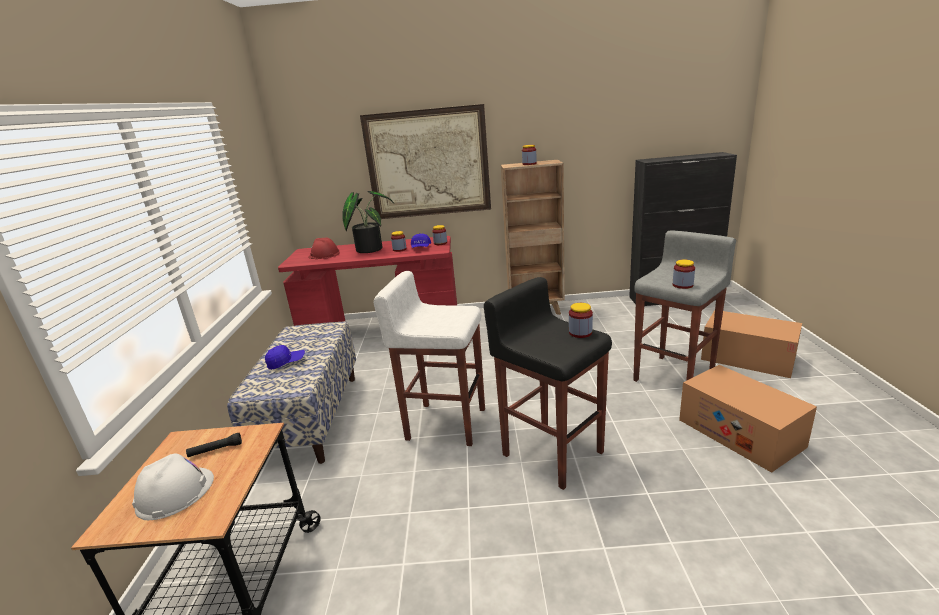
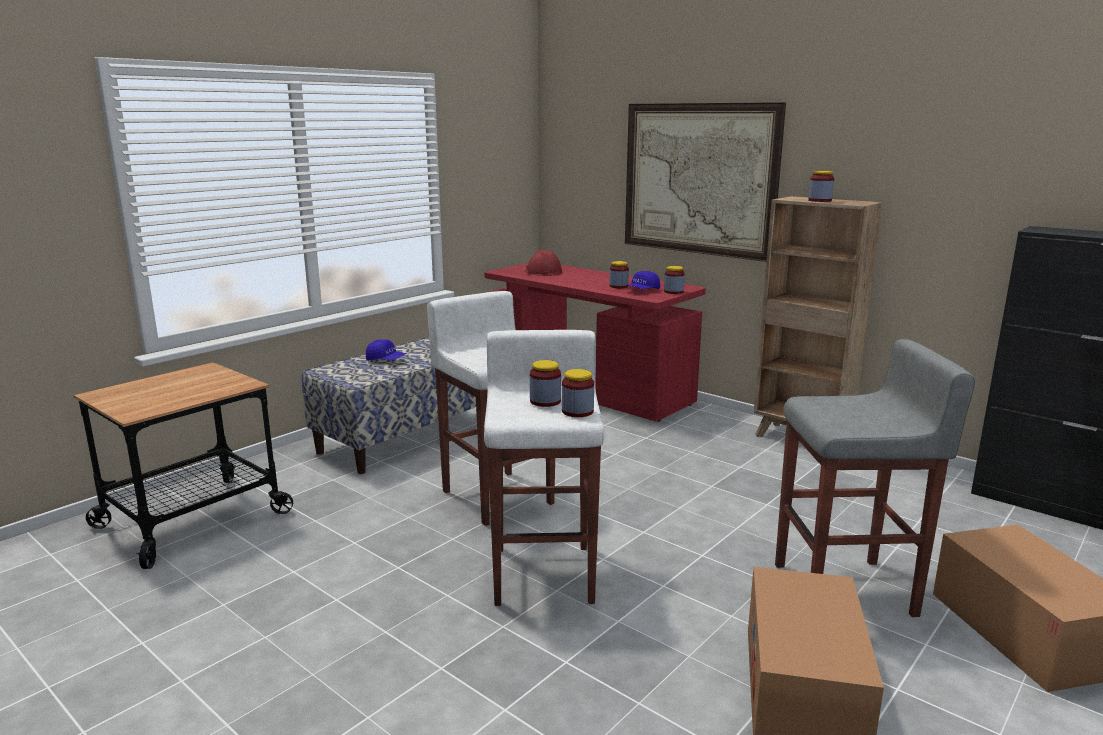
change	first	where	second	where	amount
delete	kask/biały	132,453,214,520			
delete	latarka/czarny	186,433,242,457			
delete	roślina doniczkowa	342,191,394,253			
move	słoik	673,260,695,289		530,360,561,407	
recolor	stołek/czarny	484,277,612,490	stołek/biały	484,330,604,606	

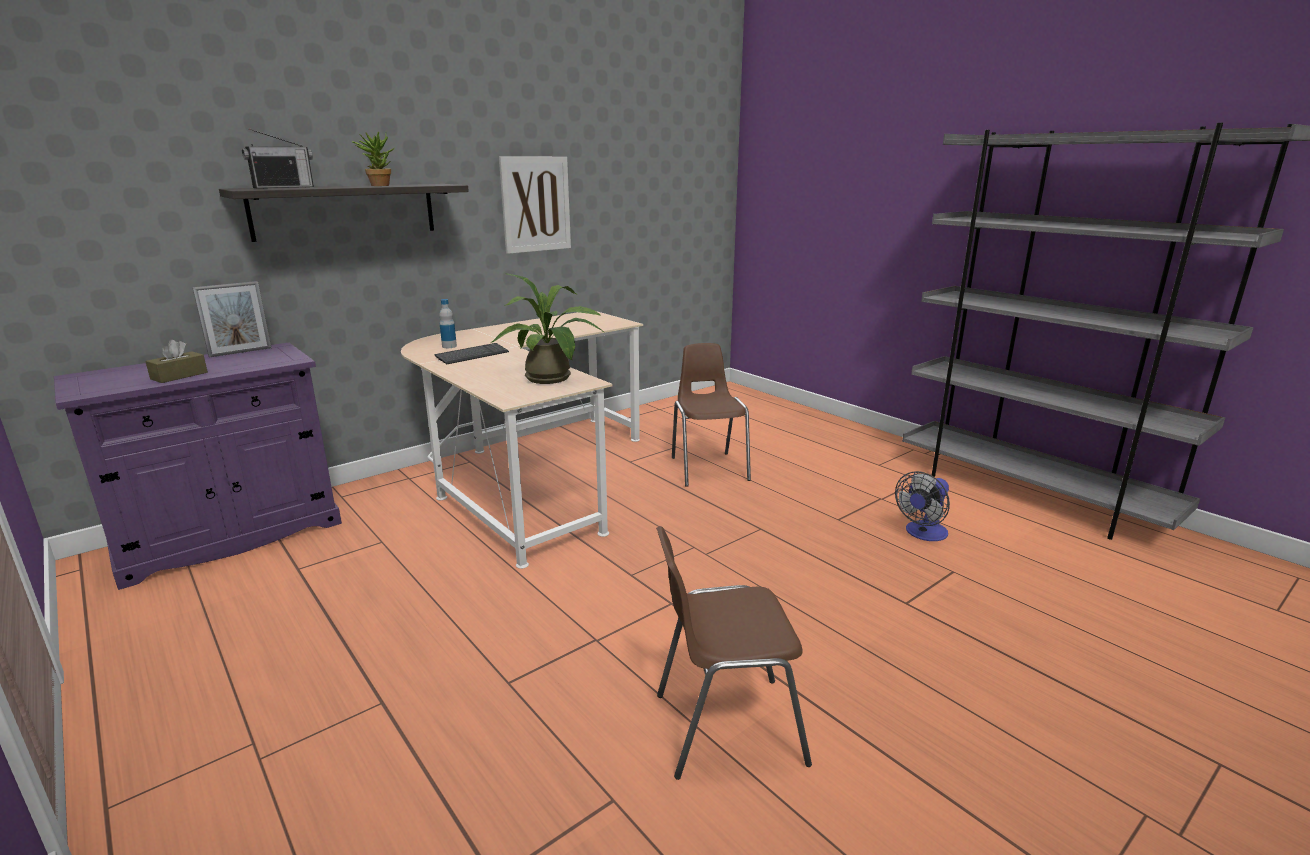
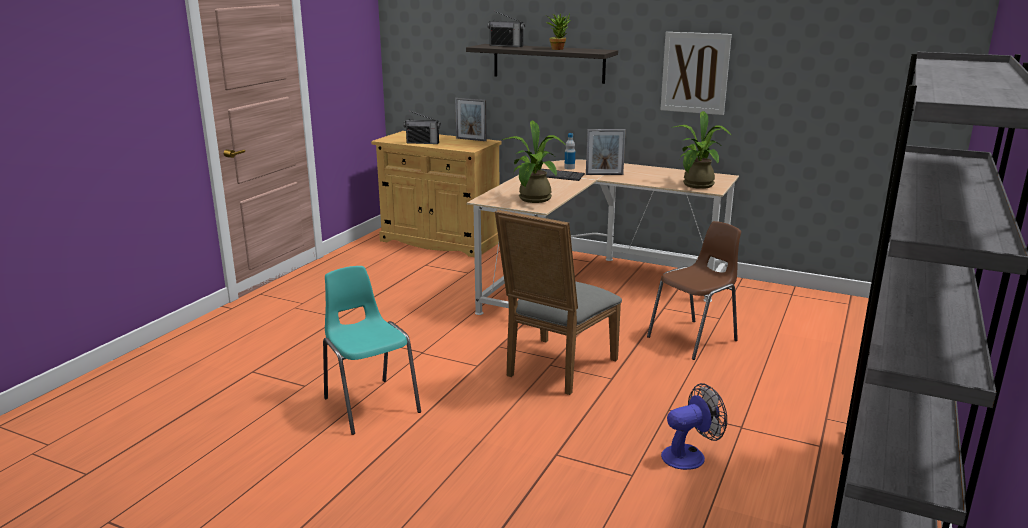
change	first	where	second	where	amount
insert			krzesło/szary	495,209,622,395	
insert			ramka na zdjęcie	586,129,626,175	
insert			roślina doniczkowa	671,111,732,189	
replace	pudełko chusteczek/brązowy	145,340,208,383	radio	403,111,441,144	
recolor	szafka/fioletowy	54,343,342,590	szafka/beżowy	371,131,502,257	
recolor	krzesło/brązowy	656,526,812,780	krzesło/turkusowy	323,266,421,435	
rotate	wentylator	895,471,950,541		661,383,727,470	135 degrees clockwise

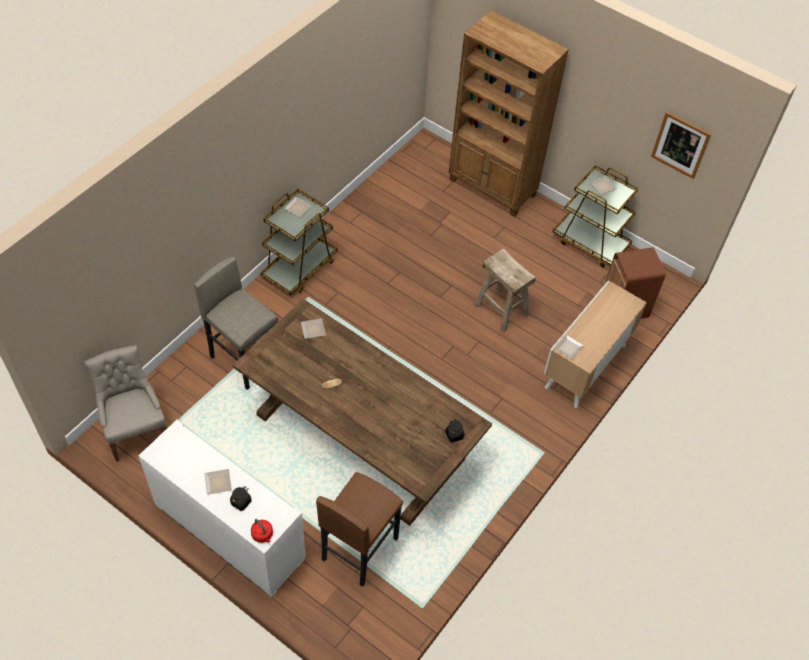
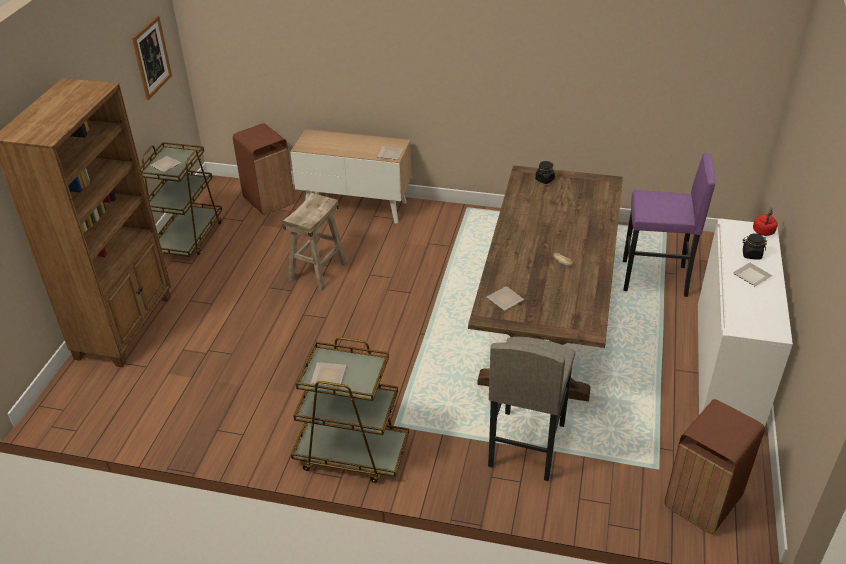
change	first	where	second	where	amount
replace	krzesło/szary	84,345,166,462	kosz na śmieci/brązowy	665,399,765,534	
recolor	stołek/brązowy	316,472,403,587	stołek/fioletowy	623,153,715,297	

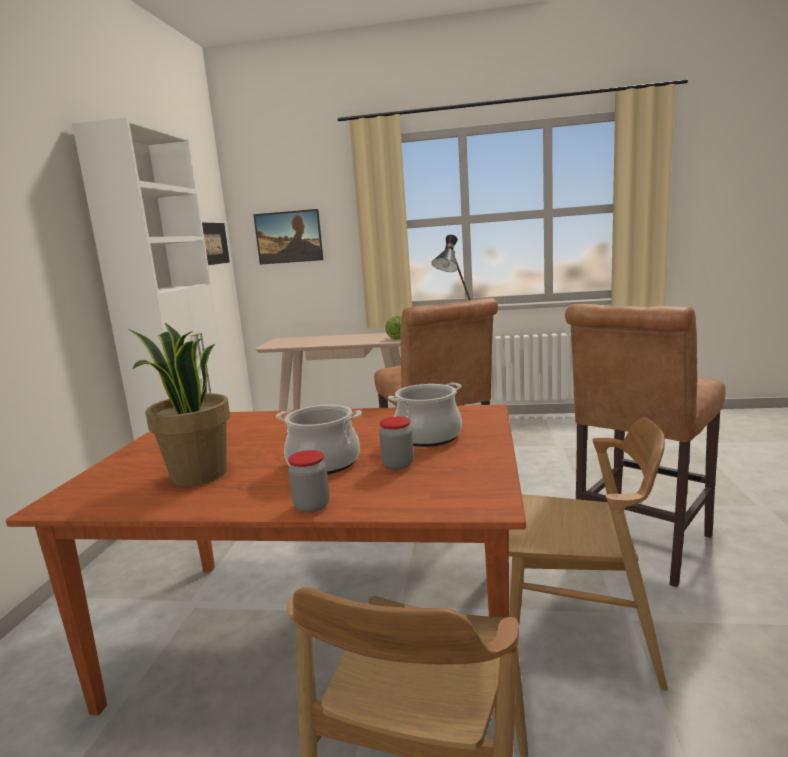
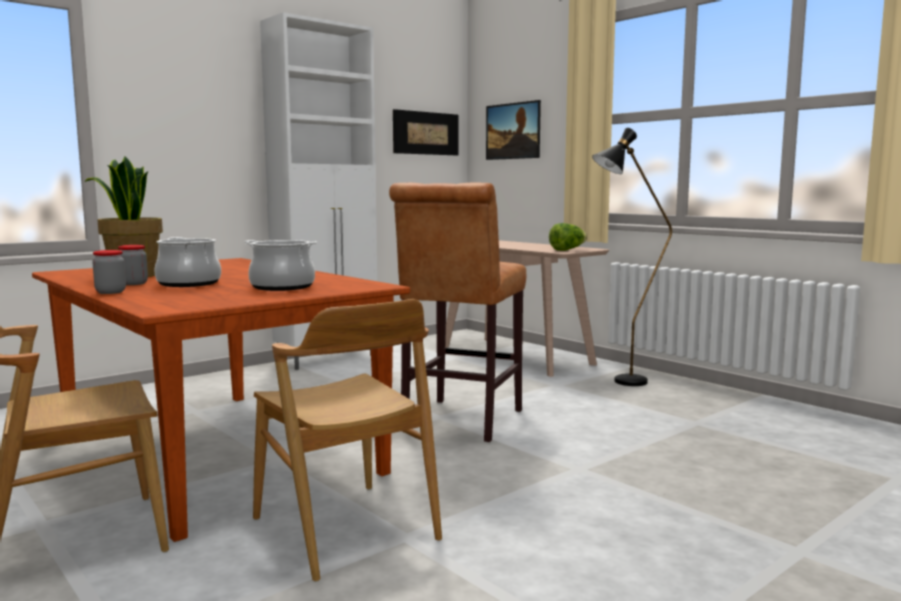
change	first	where	second	where	amount
delete	stołek/brązowy	565,304,726,587			
move	słoik	379,416,414,470		118,245,148,285	

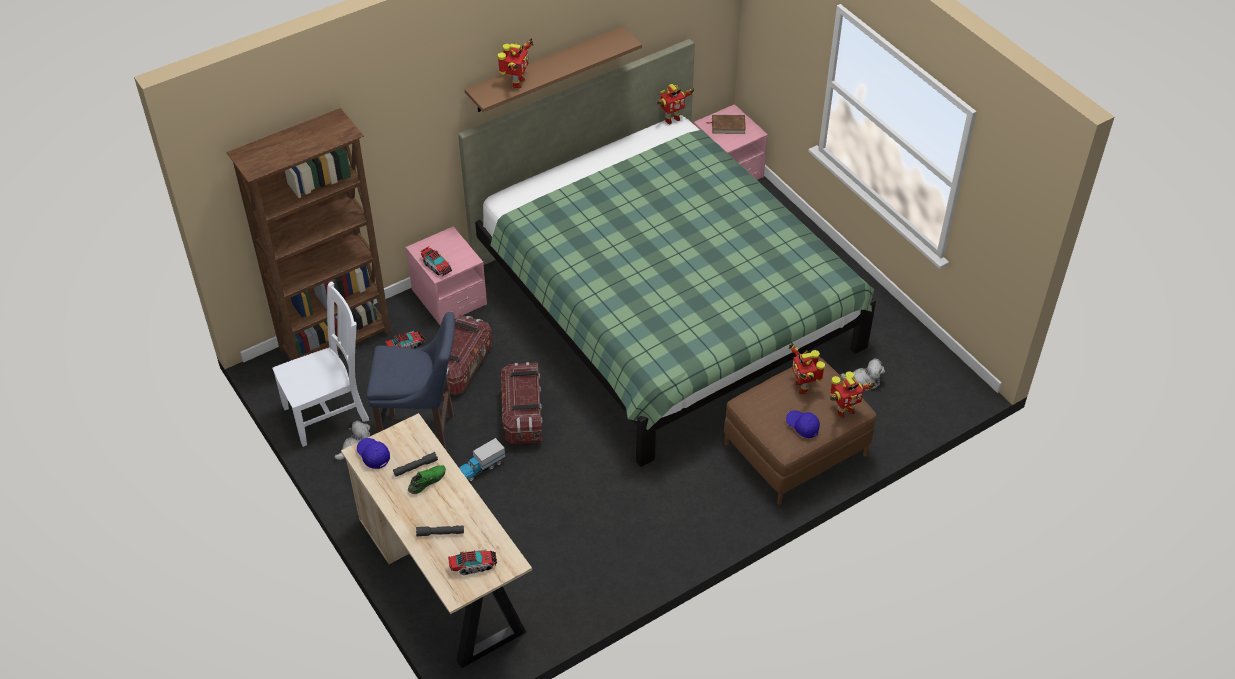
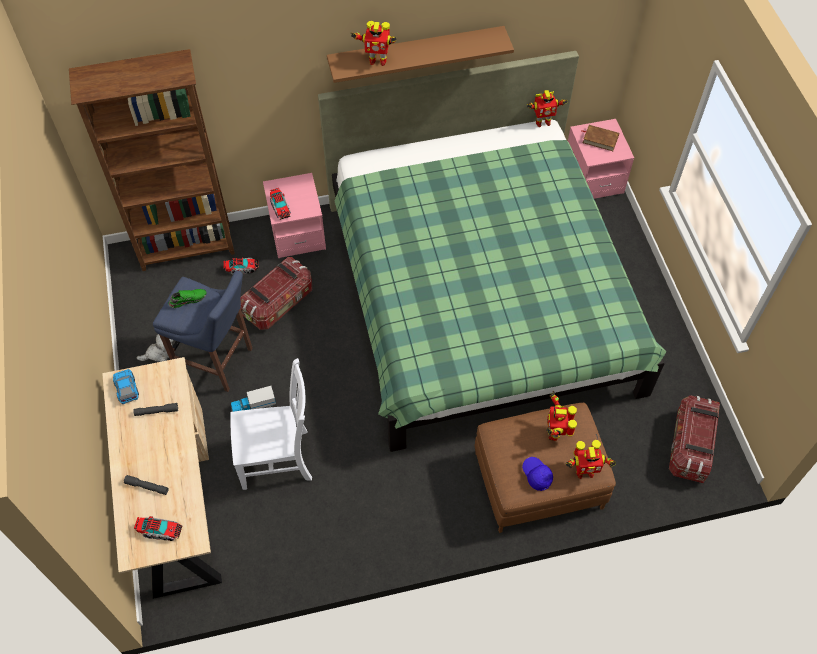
change	first	where	second	where	amount
delete	pluszak	841,358,885,391			
move	krzesło/biały	272,281,369,447		230,358,312,490	
move	but/zielony	408,465,446,494		168,289,206,308	
move	pojemnik do przechowywania	501,362,543,444		669,395,720,483	
replace	czapka z daszkiem/niebieski	357,438,390,469	samochodzik	113,369,139,404	
rotate	robot zabawkowy	498,38,533,88		351,21,397,66	60 degrees clockwise

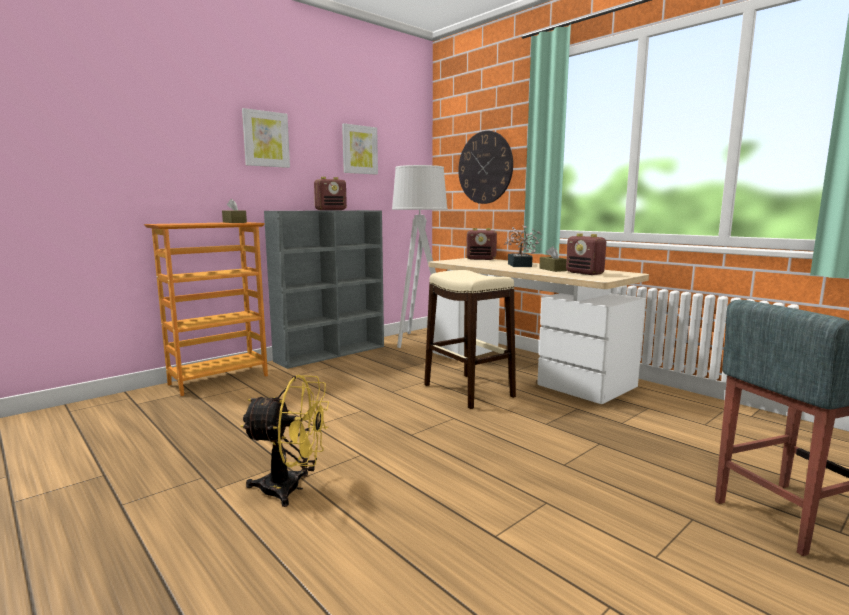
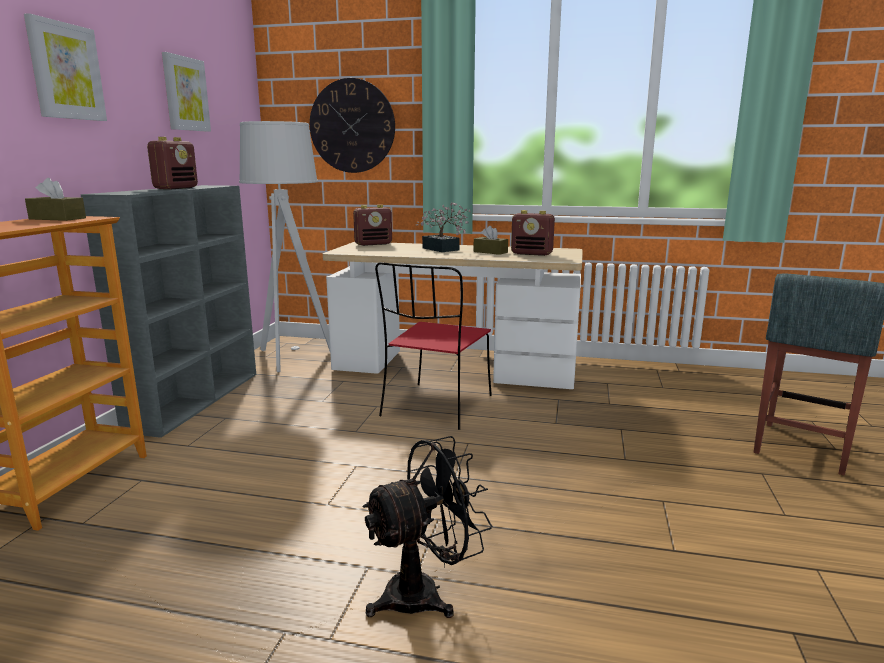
change	first	where	second	where	amount
replace	stołek/beżowy	424,270,516,409	krzesło/czerwony	375,262,492,430	
recolor	wentylator/żółty	240,375,329,507	wentylator/czarny	362,436,492,618	

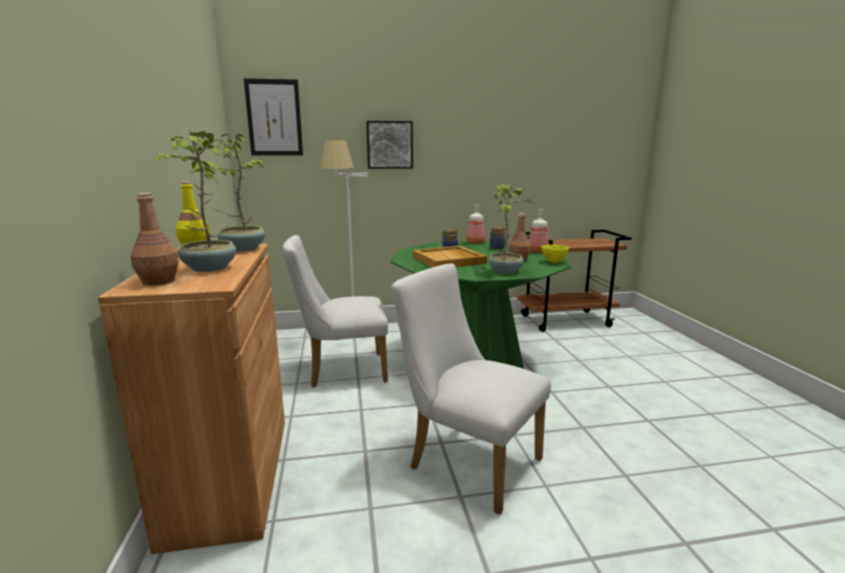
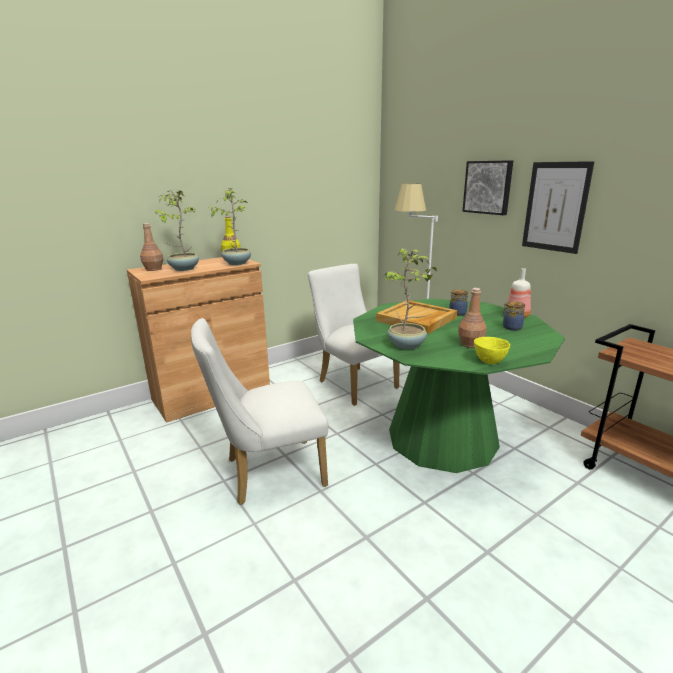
change	first	where	second	where	amount
delete	butelka	529,209,549,253			
move	obraz	244,78,303,156		522,161,595,254	
rotate	krzesło/biały	392,264,551,515		191,318,328,505	120 degrees counterclockwise

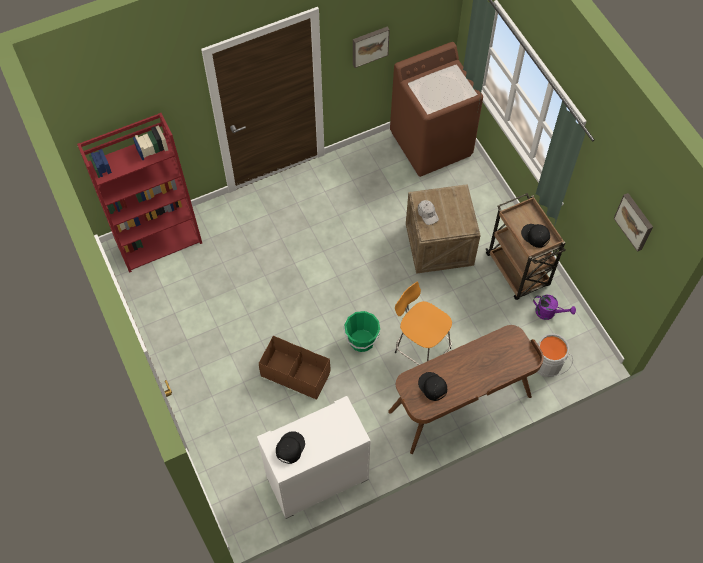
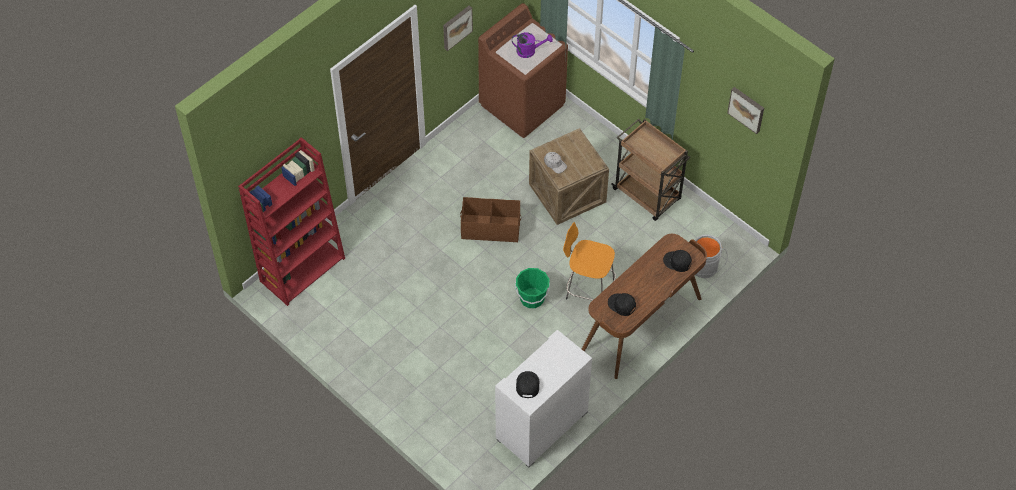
change	first	where	second	where	amount
move	pojemnik do przechowywania/brązowy	259,336,330,400		460,197,521,243	
move	czapka z daszkiem/czarny	521,224,550,248		663,250,692,272	
move	konewka/fioletowy	533,295,576,320		512,32,553,58	

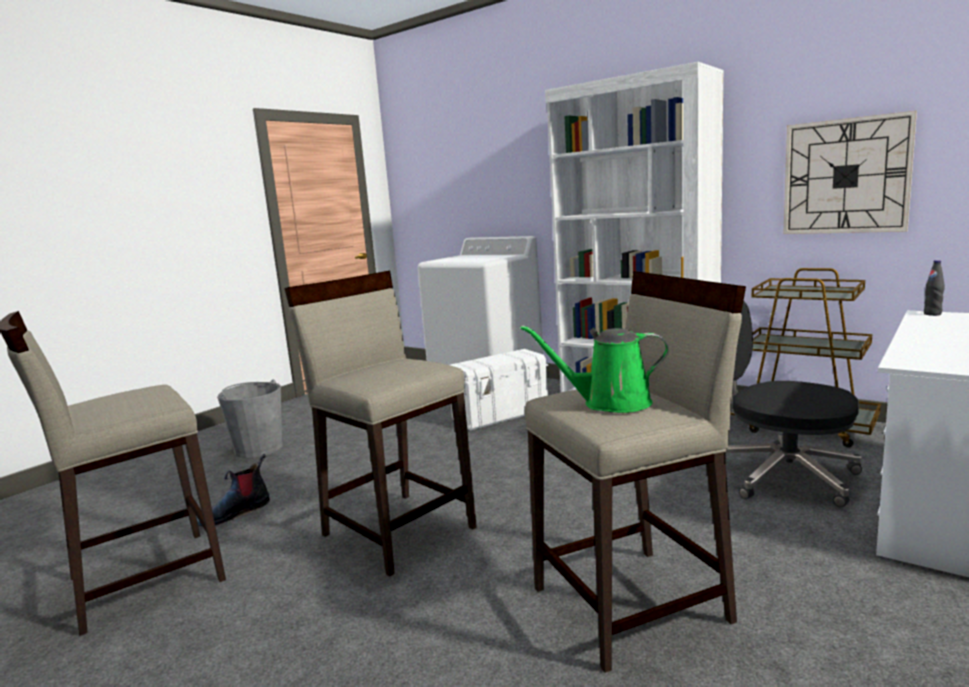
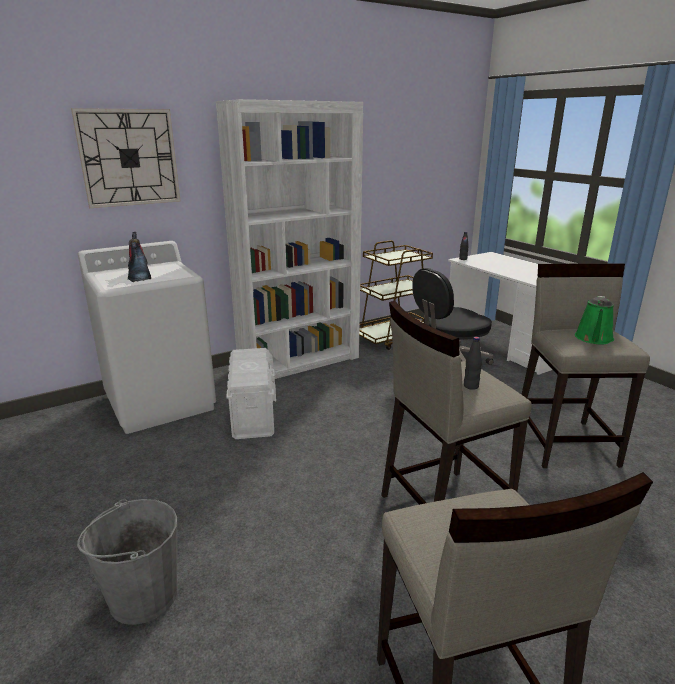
change	first	where	second	where	amount
insert			butelka/czarny	464,337,482,390	
move	but z cholewką	196,454,270,526		128,232,151,282	
move	zegar ścienny	783,110,917,234		71,108,180,208	

